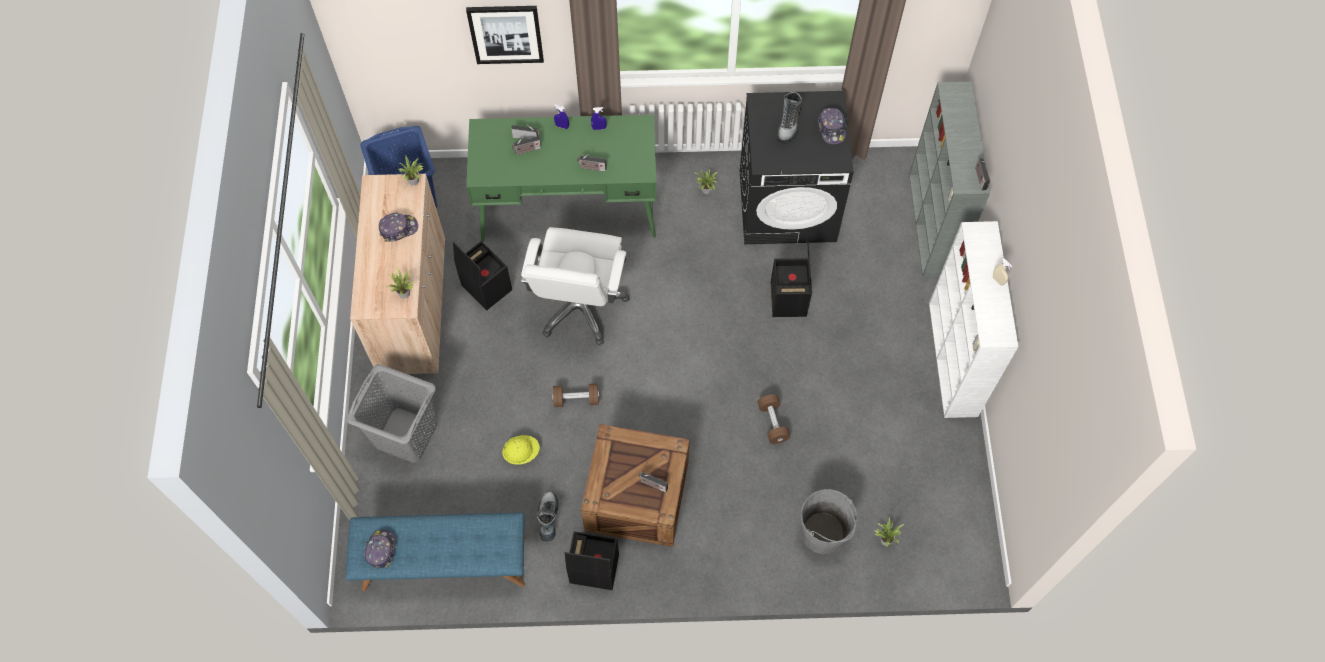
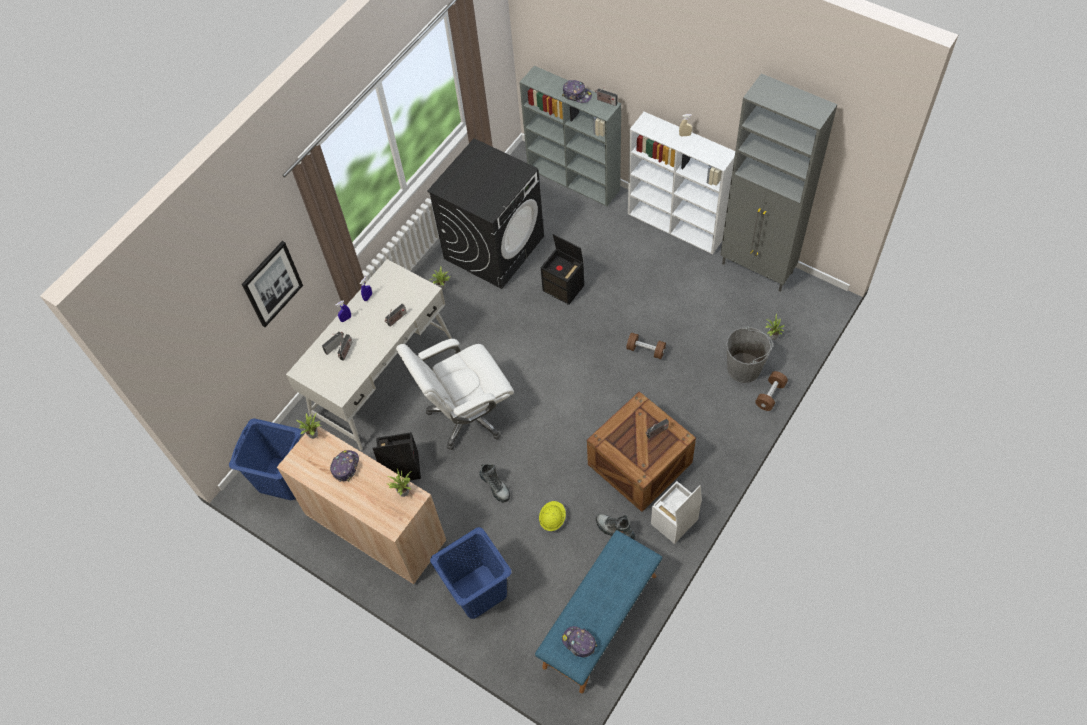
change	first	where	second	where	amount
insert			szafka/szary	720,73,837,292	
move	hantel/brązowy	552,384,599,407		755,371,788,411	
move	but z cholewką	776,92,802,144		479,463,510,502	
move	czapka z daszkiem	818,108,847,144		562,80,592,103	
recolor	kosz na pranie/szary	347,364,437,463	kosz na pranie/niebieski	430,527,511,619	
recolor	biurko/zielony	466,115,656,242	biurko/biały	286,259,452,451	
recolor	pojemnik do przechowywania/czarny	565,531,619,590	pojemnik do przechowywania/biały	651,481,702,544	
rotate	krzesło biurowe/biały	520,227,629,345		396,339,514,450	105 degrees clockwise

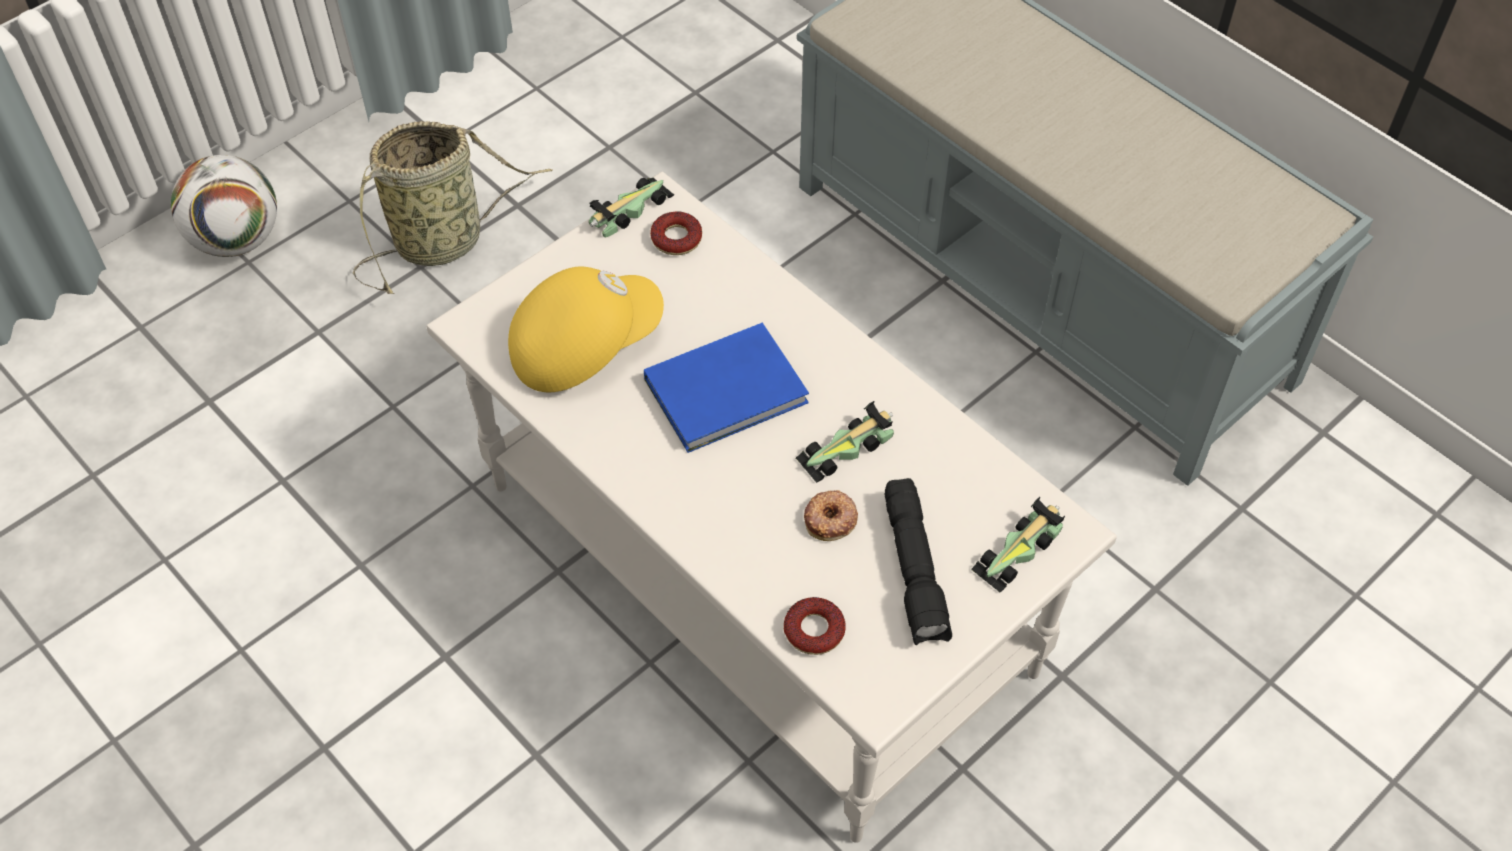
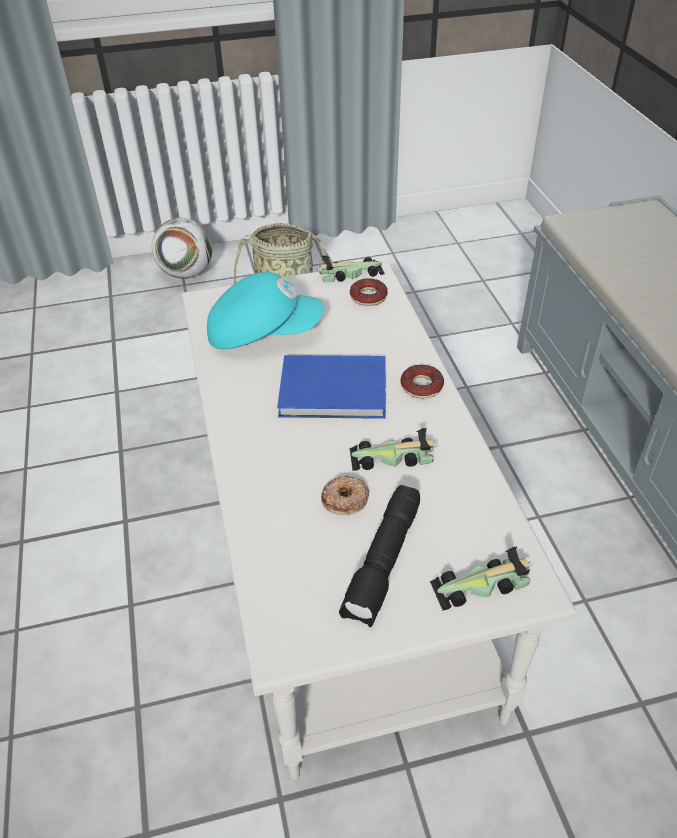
change	first	where	second	where	amount
move	donut	784,597,846,655		401,365,444,399	
recolor	czapka z daszkiem/żółty	508,267,664,393	czapka z daszkiem/turkusowy	207,272,324,349	

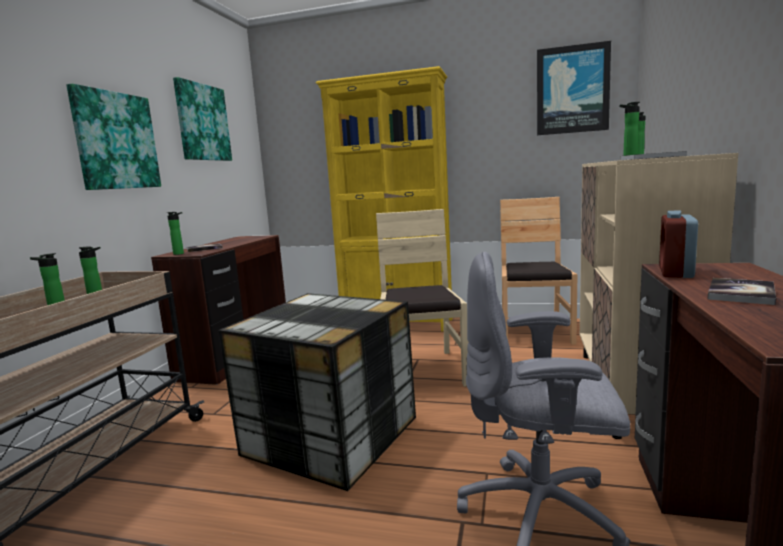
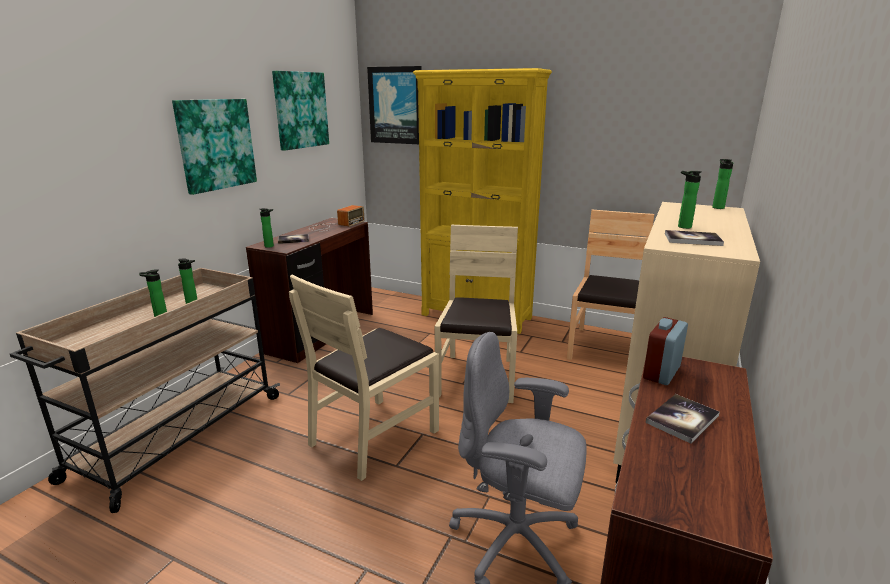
change	first	where	second	where	amount
insert			radio	309,205,364,231	
move	obraz	537,41,611,135		367,66,422,144	
replace	pojemnik do przechowywania	218,293,416,491	krzesło/beżowy	289,275,439,481	

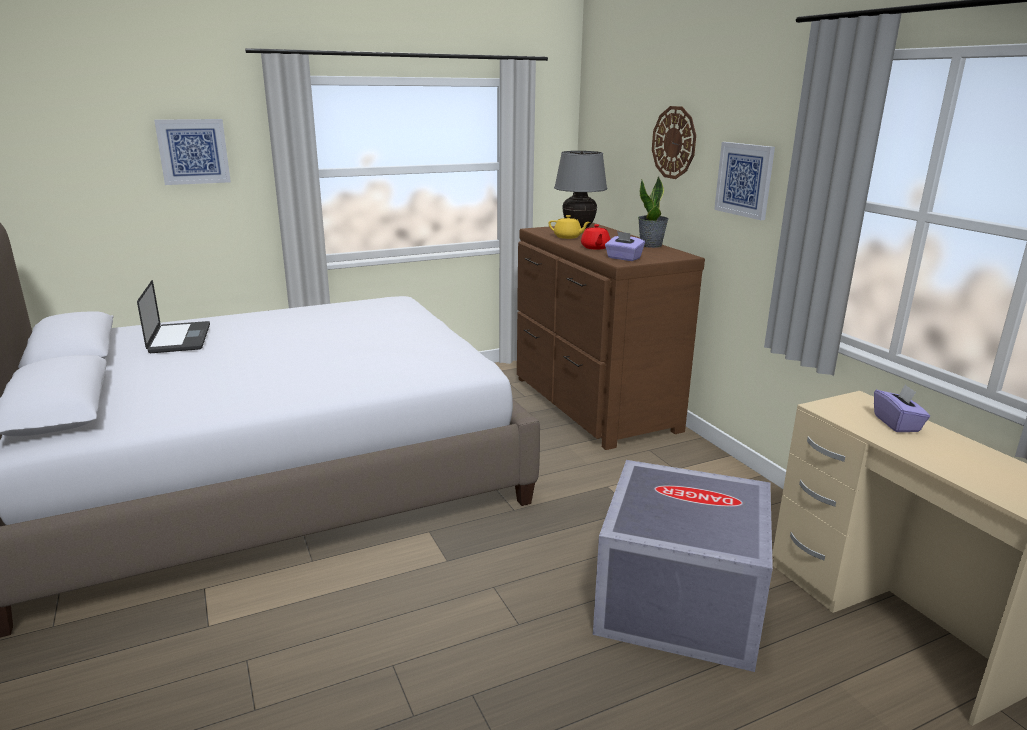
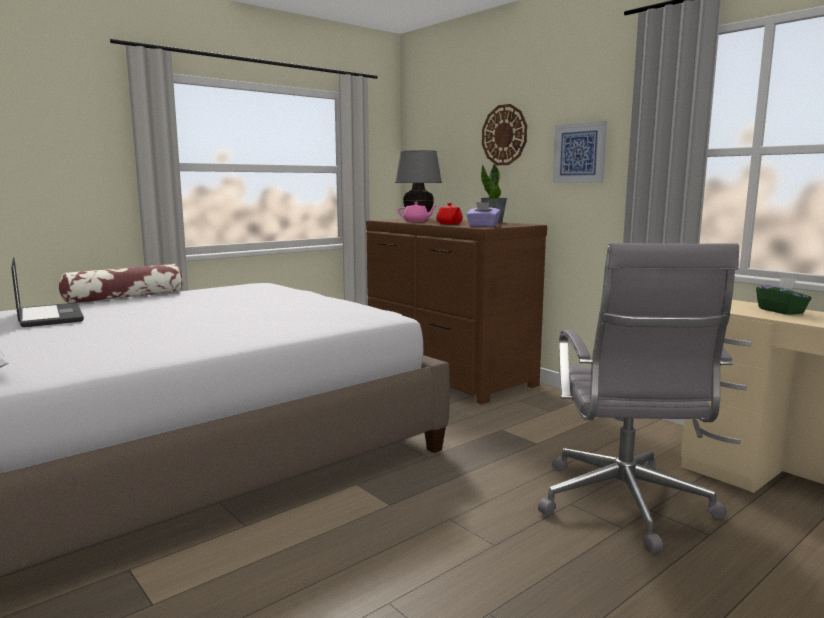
change	first	where	second	where	amount
delete	obraz	154,119,231,185			
insert			poduszka	59,264,183,303	
replace	pojemnik do przechowywania/szary	593,460,773,672	krzesło biurowe/szary	538,243,739,552	
recolor	imbryk/żółty	549,215,590,239	imbryk/różowy	398,202,437,222	
recolor	pudełko chusteczek/fioletowy	874,384,930,432	pudełko chusteczek/zielony	756,277,812,315	

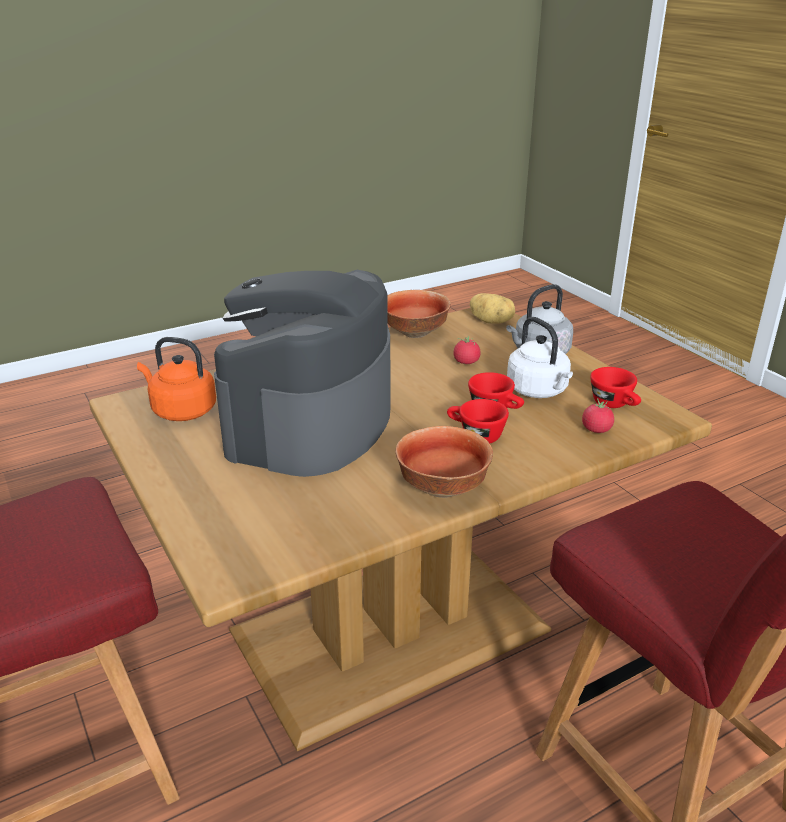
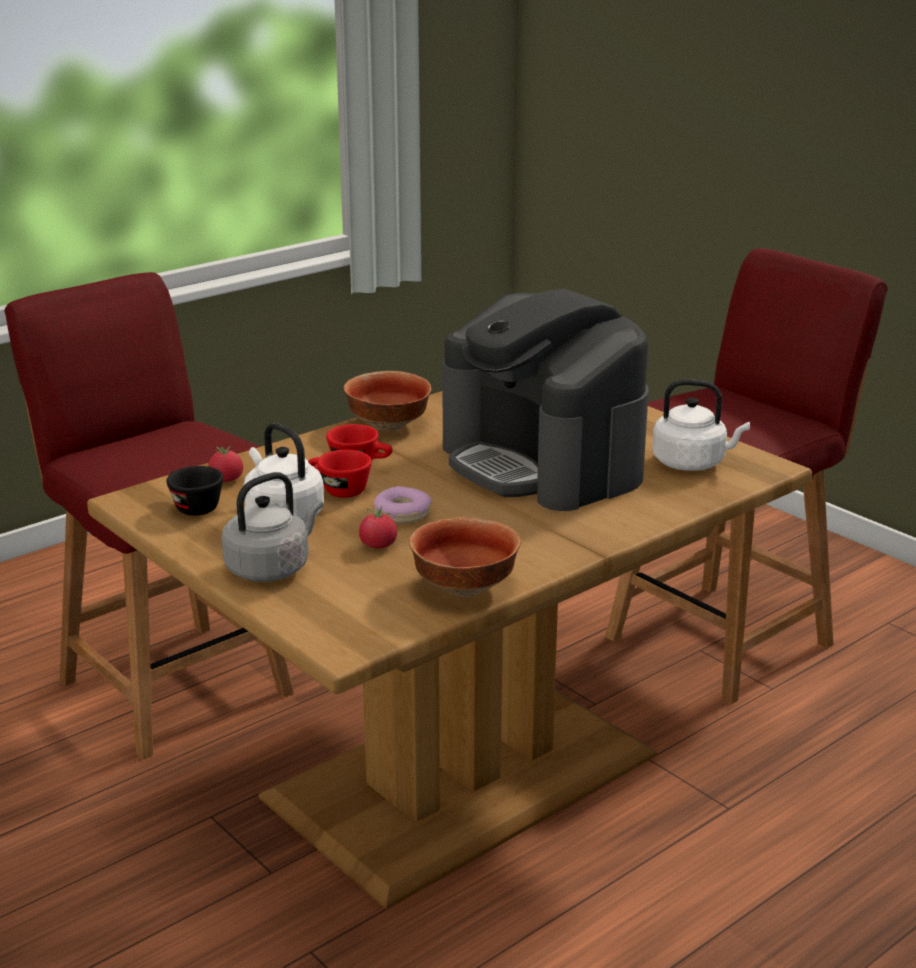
change	first	where	second	where	amount
delete	ziemniak	470,293,515,324			
insert			donut	374,486,432,524	
recolor	czajnik/pomarańczowy	137,337,216,421	czajnik/biały	652,379,750,471	
recolor	filiżanka/czerwony	590,367,641,408	filiżanka/czarny	166,466,223,515	
rotate	ekspres do kawy	214,270,390,477		442,289,649,511	135 degrees clockwise

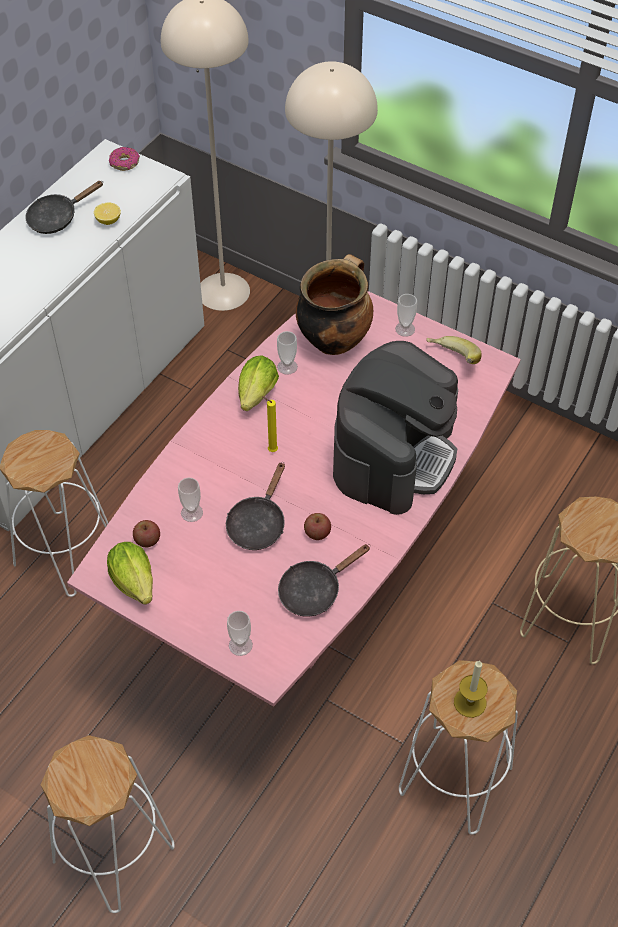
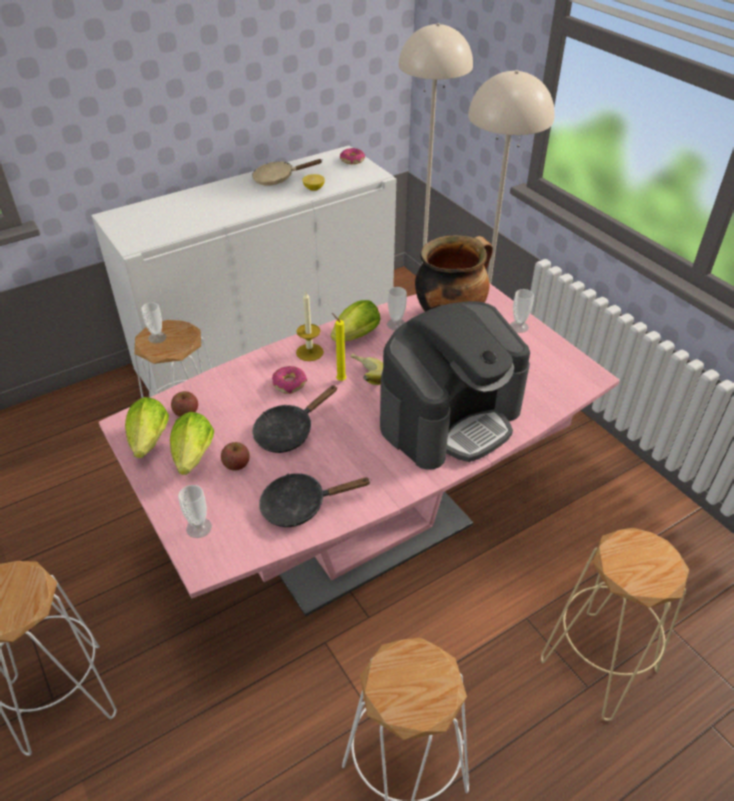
change	first	where	second	where	amount
insert			sałata	170,412,214,475	
insert			donut	272,366,307,394	
move	filiżanka	178,478,203,522		141,302,166,343	
move	jabłko	304,513,331,540		221,442,250,471	
move	banan	426,336,481,364		350,353,383,385	
move	świeca	454,660,488,718		296,292,324,361	
recolor	patelnia/czarny	25,181,103,234	patelnia/beżowy	252,159,323,186	

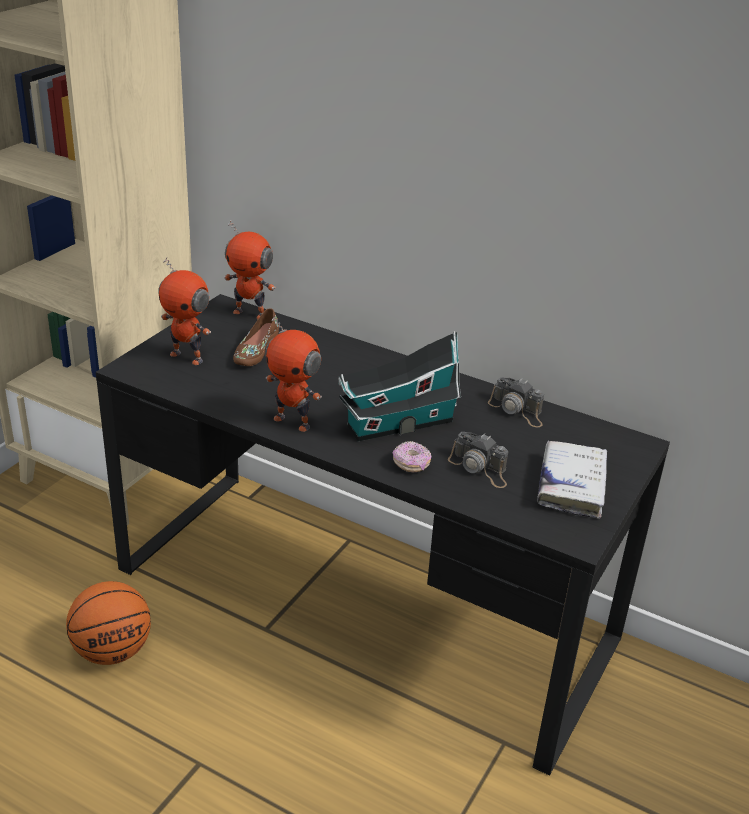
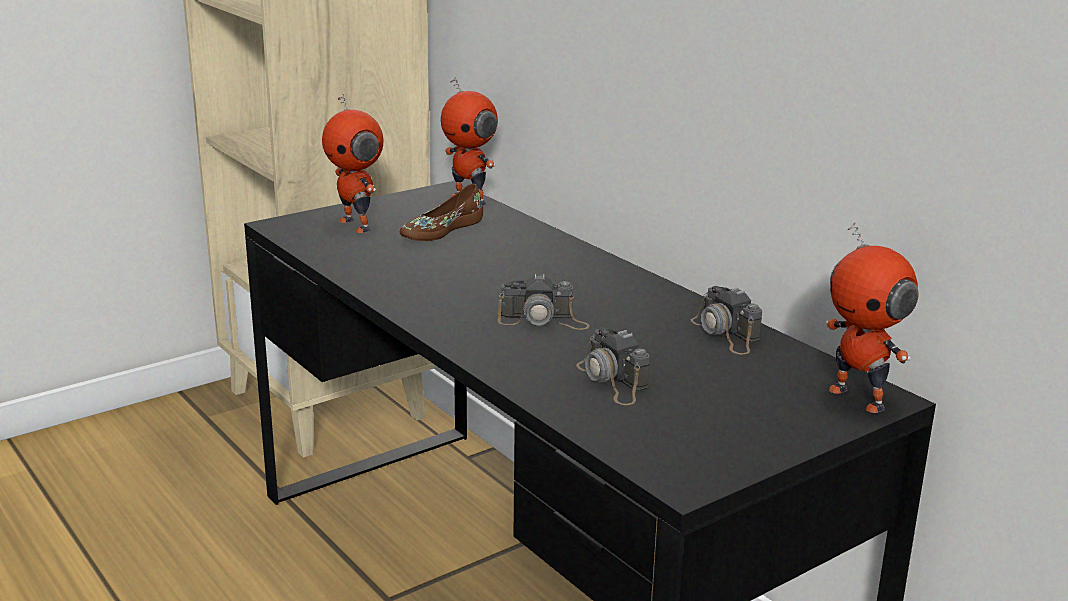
change	first	where	second	where	amount
delete	piłka do koszykówki	66,581,151,665			
delete	donut	393,441,431,472			
delete	książka/biały	537,441,607,519			
move	robot zabawkowy	265,315,322,432		826,222,919,413	
replace	domek	338,331,461,441	aparat fotograficzny	498,274,590,330	

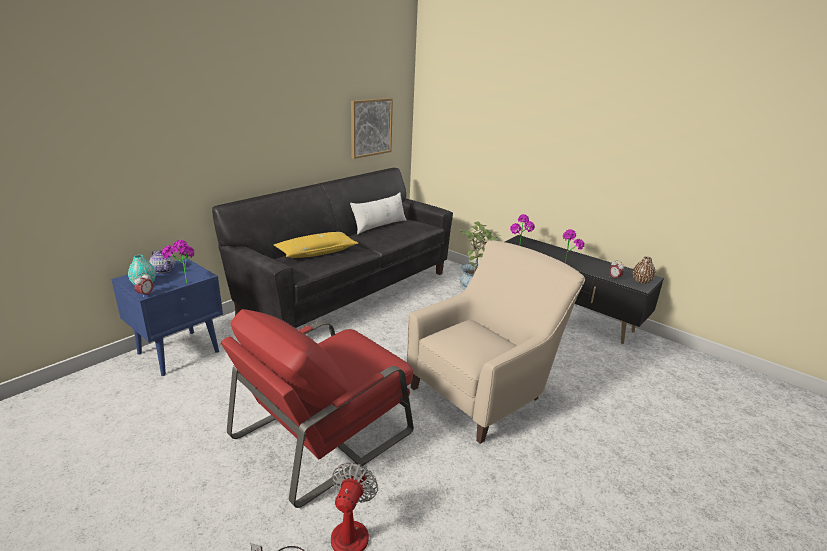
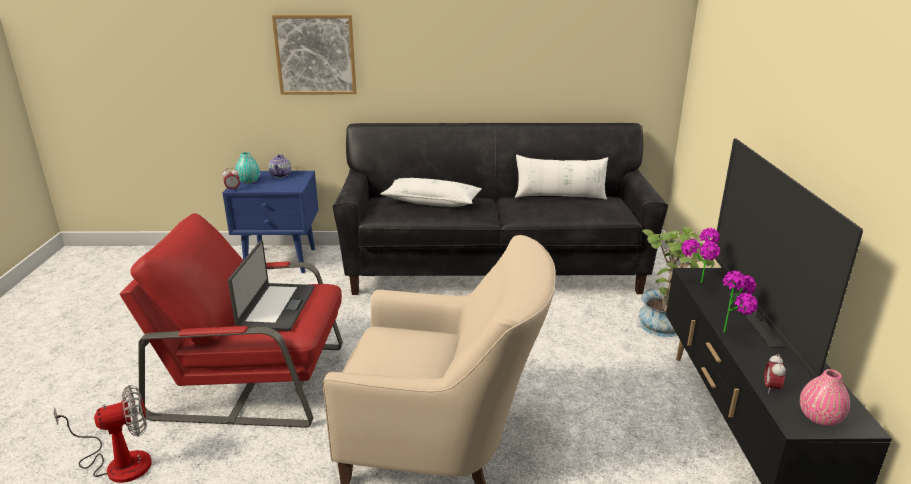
change	first	where	second	where	amount
delete	roślina doniczkowa	162,240,195,283			
insert			laptop	228,241,315,331	
insert			telewizor	714,138,863,379	
move	obraz	351,98,393,159		272,15,357,94	
recolor	poduszka/żółty	274,232,358,258	poduszka/biały	380,178,482,207	
recolor	wazon/brązowy	633,256,656,284	wazon/różowy	800,369,850,426	

